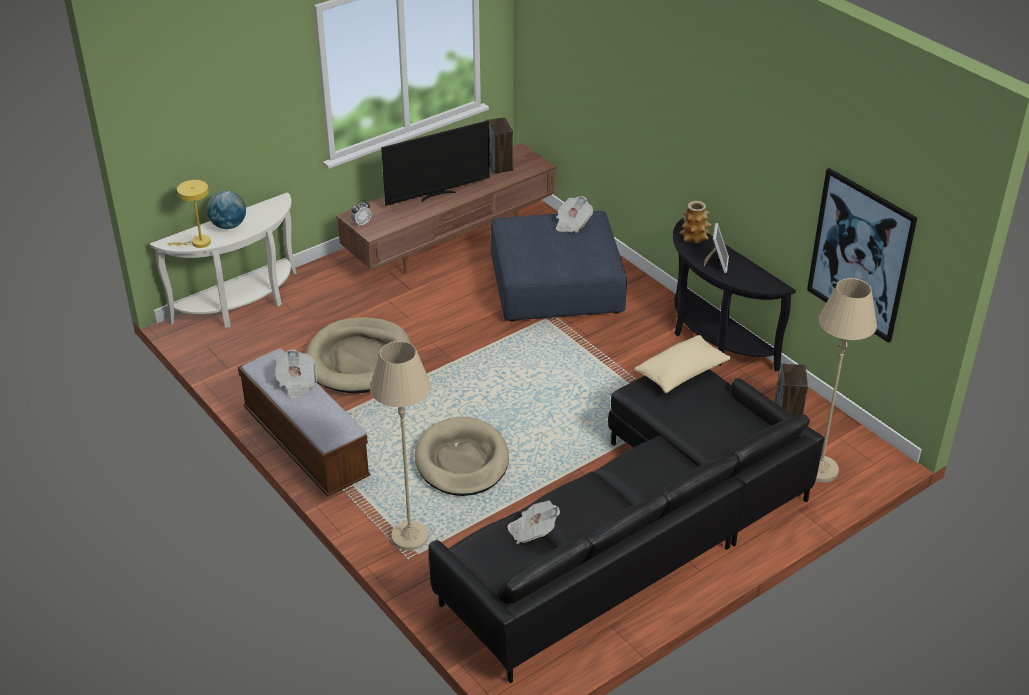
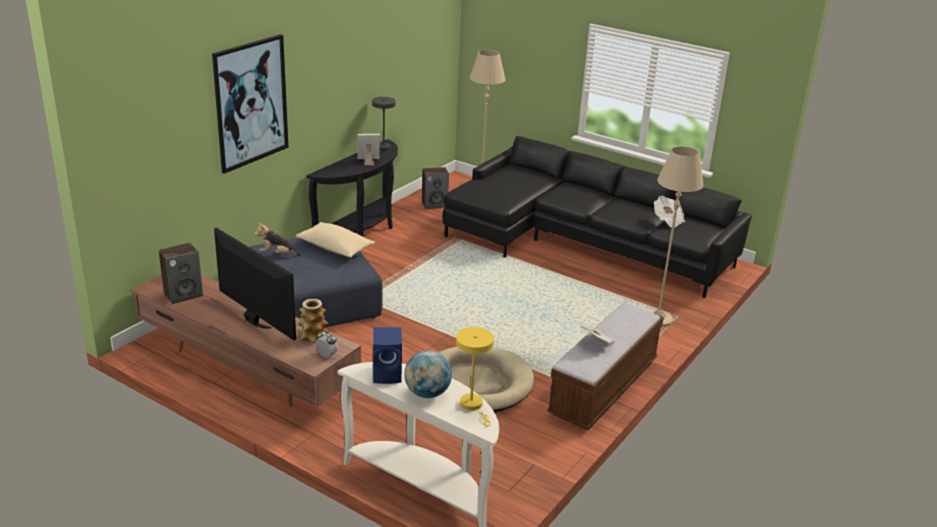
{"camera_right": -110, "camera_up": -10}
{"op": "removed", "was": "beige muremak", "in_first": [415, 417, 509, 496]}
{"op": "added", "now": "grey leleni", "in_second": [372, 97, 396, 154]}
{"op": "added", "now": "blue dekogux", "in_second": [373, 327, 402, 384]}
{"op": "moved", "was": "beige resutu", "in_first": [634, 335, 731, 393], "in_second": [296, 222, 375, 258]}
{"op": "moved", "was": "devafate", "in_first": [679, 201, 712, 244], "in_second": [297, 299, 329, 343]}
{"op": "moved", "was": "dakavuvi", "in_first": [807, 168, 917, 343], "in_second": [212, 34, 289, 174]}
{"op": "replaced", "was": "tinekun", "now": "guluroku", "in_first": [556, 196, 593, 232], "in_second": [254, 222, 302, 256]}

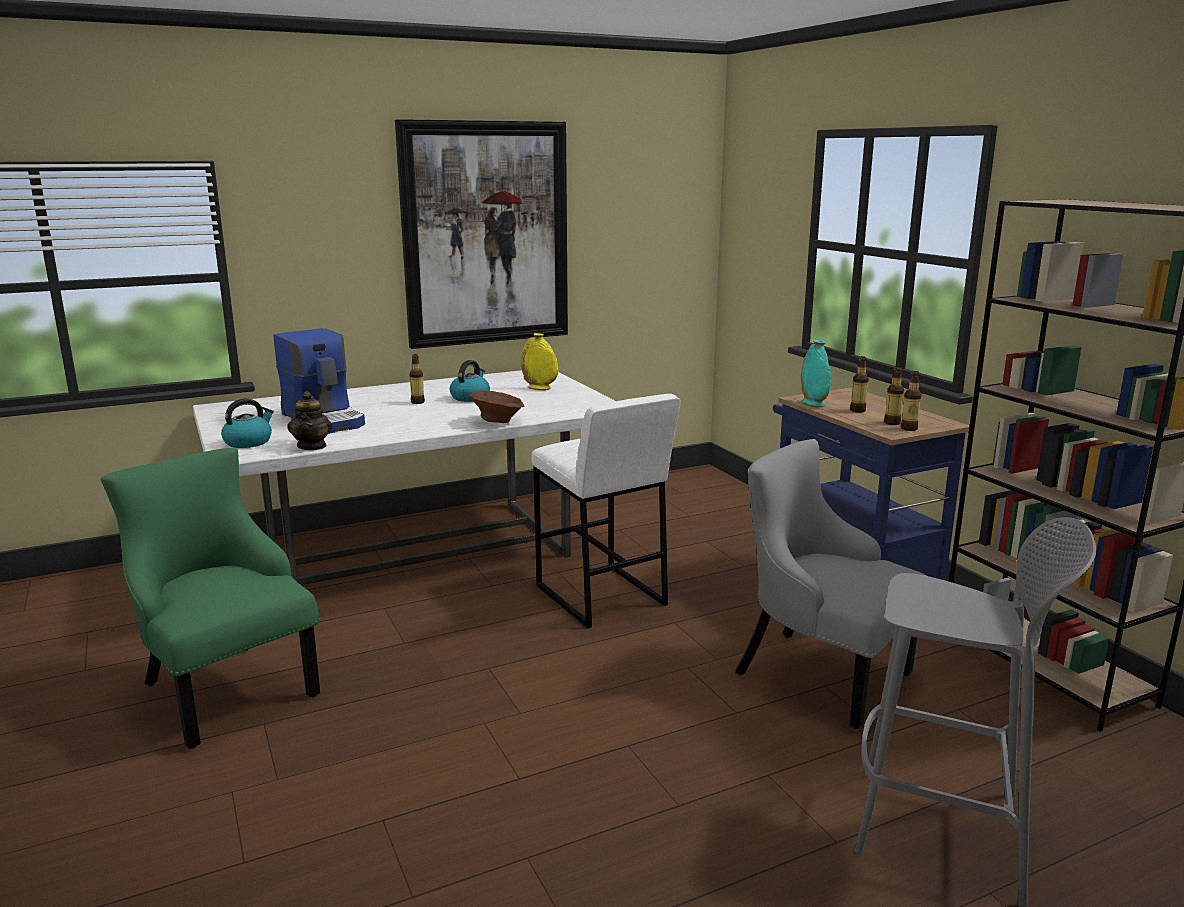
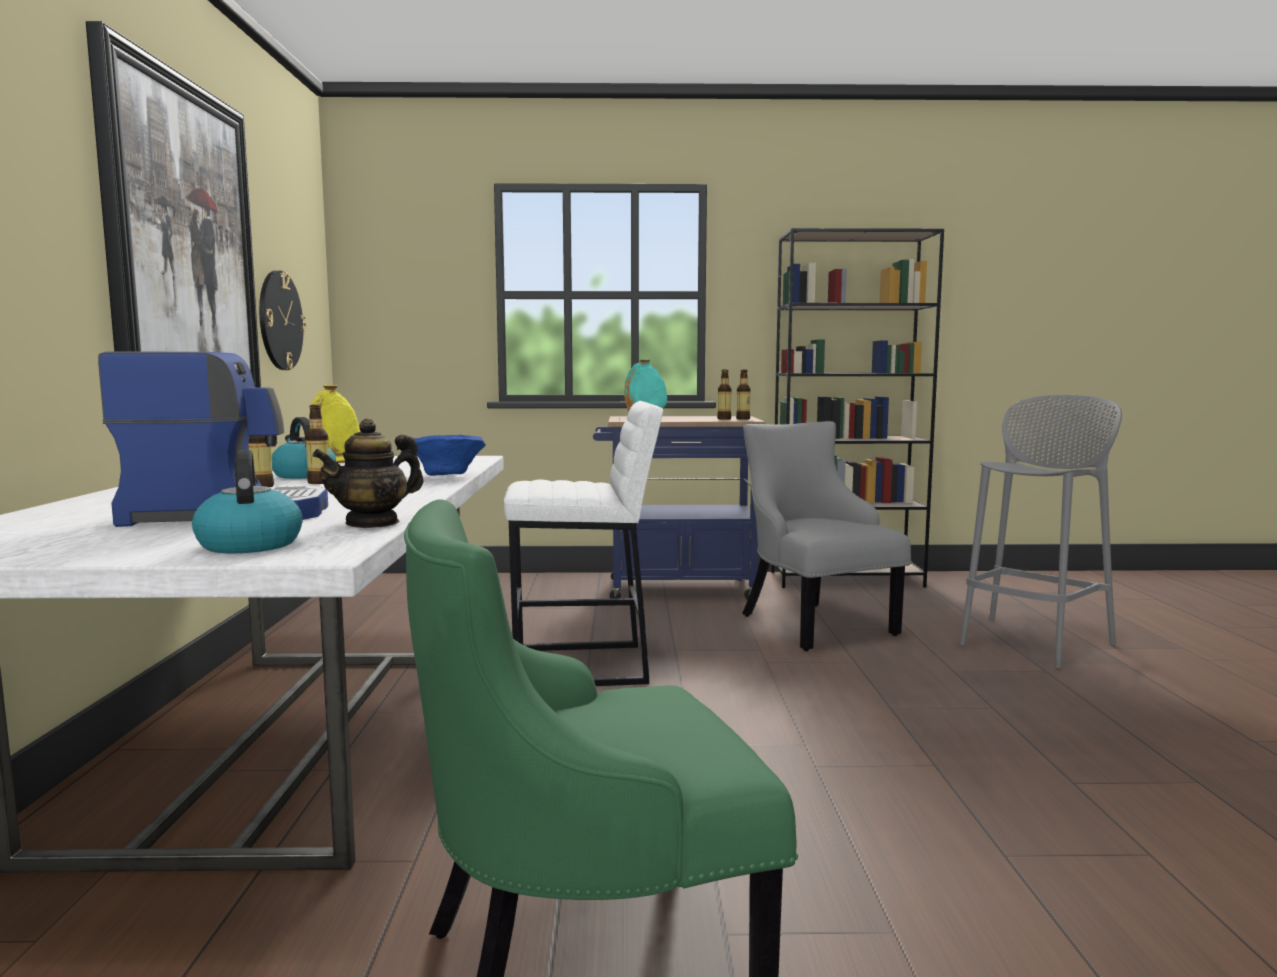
{"camera_right": -65, "camera_up": -10}
{"op": "added", "now": "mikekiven", "in_second": [259, 270, 306, 370]}
{"op": "moved", "was": "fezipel", "in_first": [850, 356, 869, 413], "in_second": [305, 405, 329, 484]}
{"op": "recoloured", "was": "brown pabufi", "now": "blue pabufi", "in_first": [469, 390, 524, 423], "in_second": [414, 435, 486, 476]}
{"op": "turned", "was": "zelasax", "in_first": [287, 391, 332, 450], "in_second": [313, 418, 423, 528], "clockwise": 120}
{"op": "turned", "was": "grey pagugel", "in_first": [735, 439, 926, 729], "in_second": [742, 421, 912, 651], "clockwise": 90}

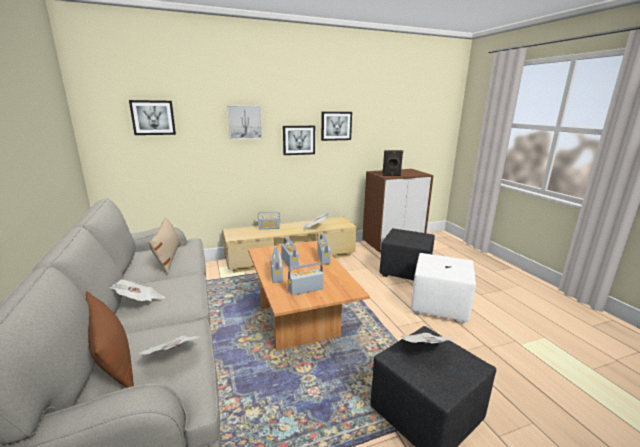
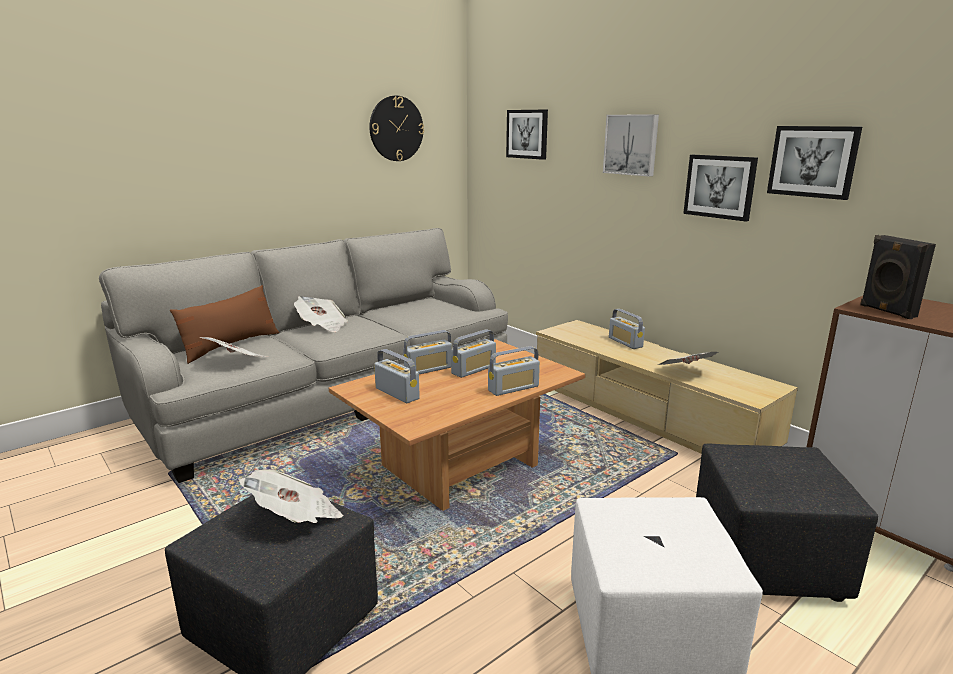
{"camera_right": 70, "camera_up": 0}
{"op": "removed", "was": "beige resutu", "in_first": [149, 217, 181, 274]}
{"op": "added", "now": "mikekiven", "in_second": [369, 96, 424, 161]}

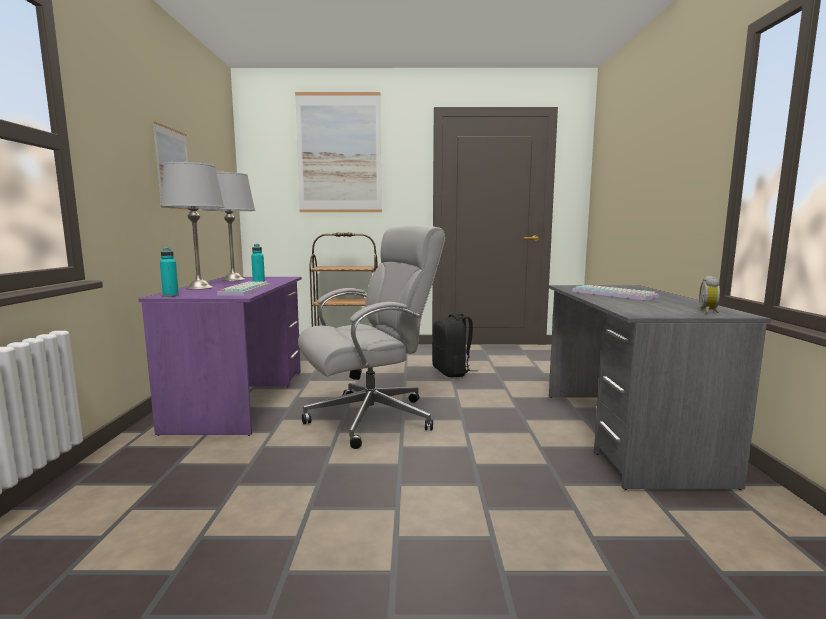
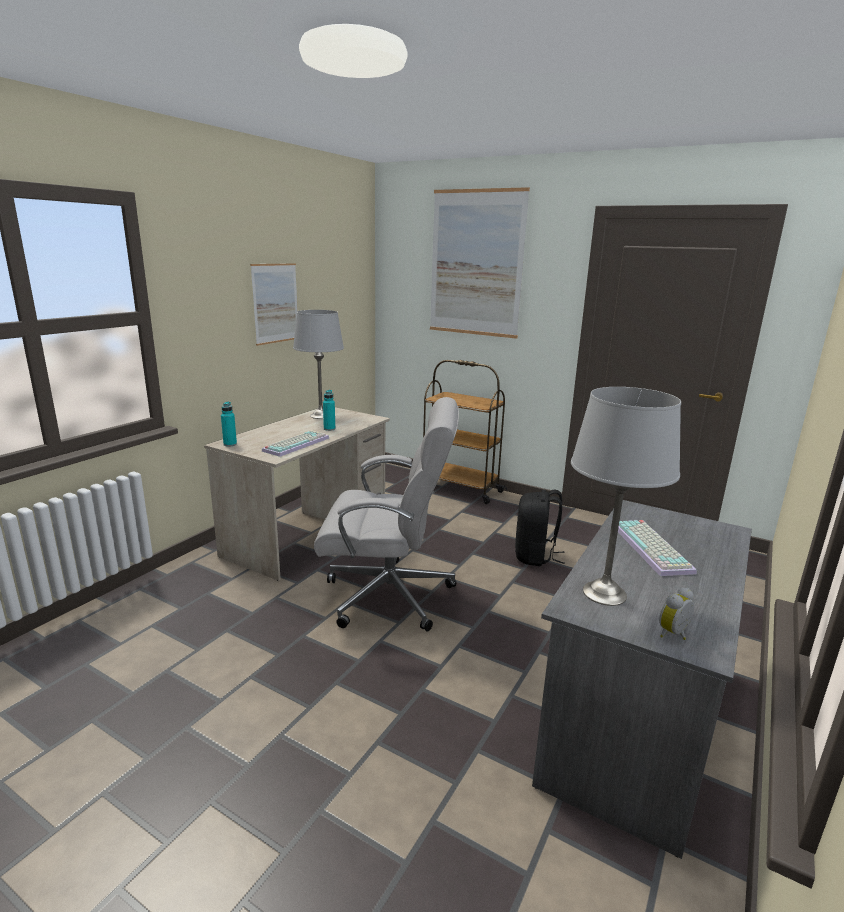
{"camera_right": 30, "camera_up": 10}
{"op": "moved", "was": "grey leleni", "in_first": [160, 162, 224, 290], "in_second": [571, 387, 681, 606]}
{"op": "recoloured", "was": "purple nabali", "now": "beige nabali", "in_first": [139, 277, 302, 436], "in_second": [204, 408, 390, 581]}

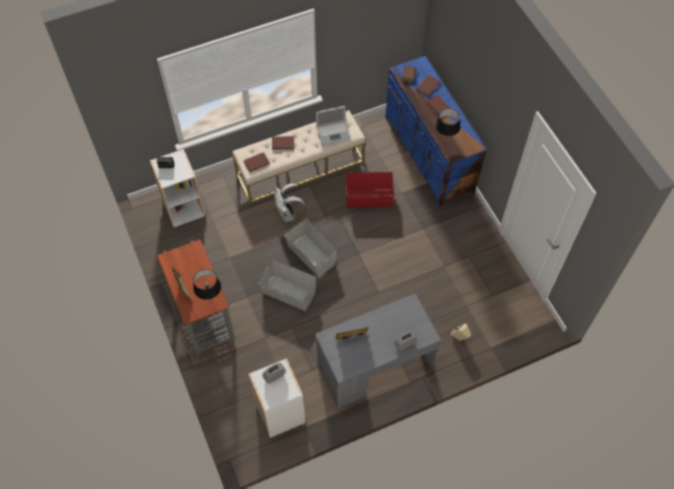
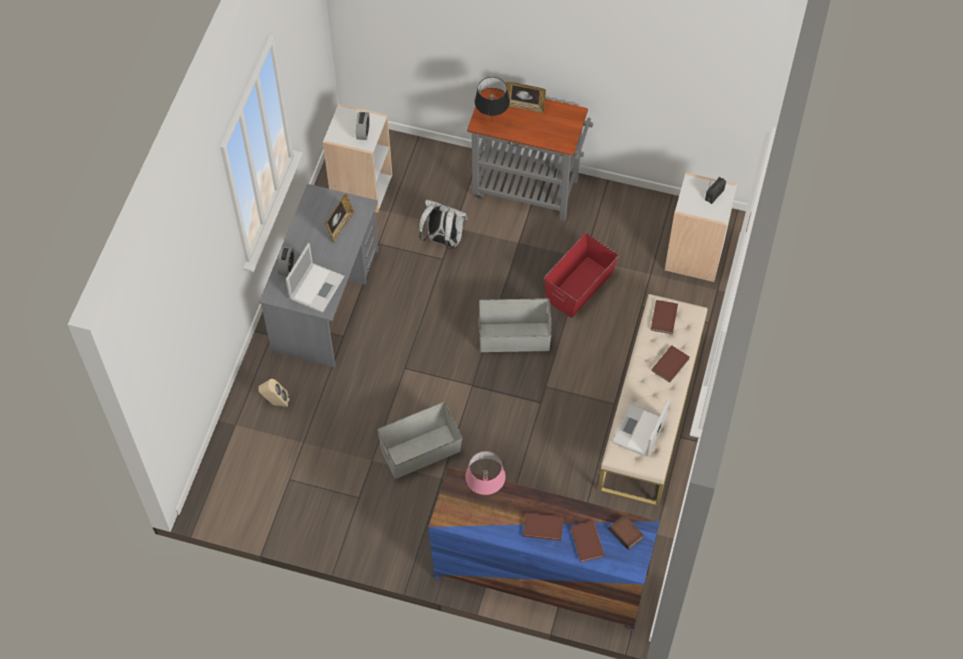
{"camera_right": 130, "camera_up": 0}
{"op": "added", "now": "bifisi", "in_second": [286, 243, 344, 313]}
{"op": "moved", "was": "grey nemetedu", "in_first": [258, 259, 317, 311], "in_second": [377, 402, 462, 479]}
{"op": "moved", "was": "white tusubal", "in_first": [274, 183, 306, 222], "in_second": [419, 200, 468, 249]}
{"op": "moved", "was": "red nemetedu", "in_first": [345, 172, 394, 208], "in_second": [544, 233, 619, 318]}
{"op": "recoloured", "was": "black leleni", "now": "pink leleni", "in_first": [436, 108, 461, 140], "in_second": [466, 451, 506, 495]}

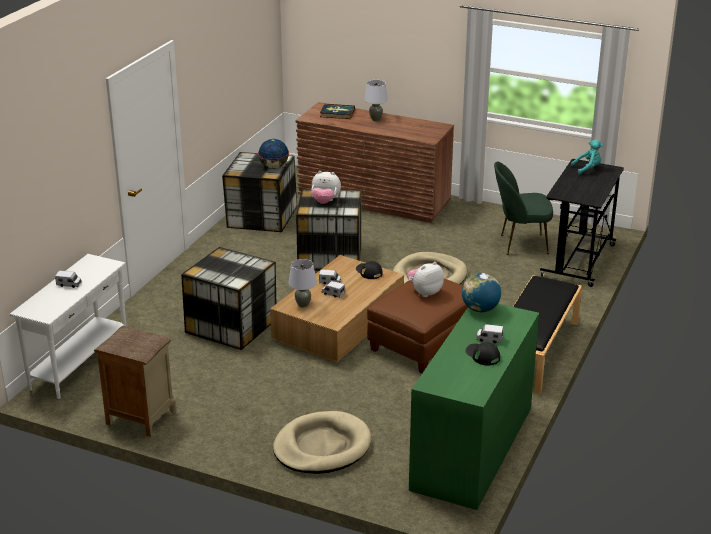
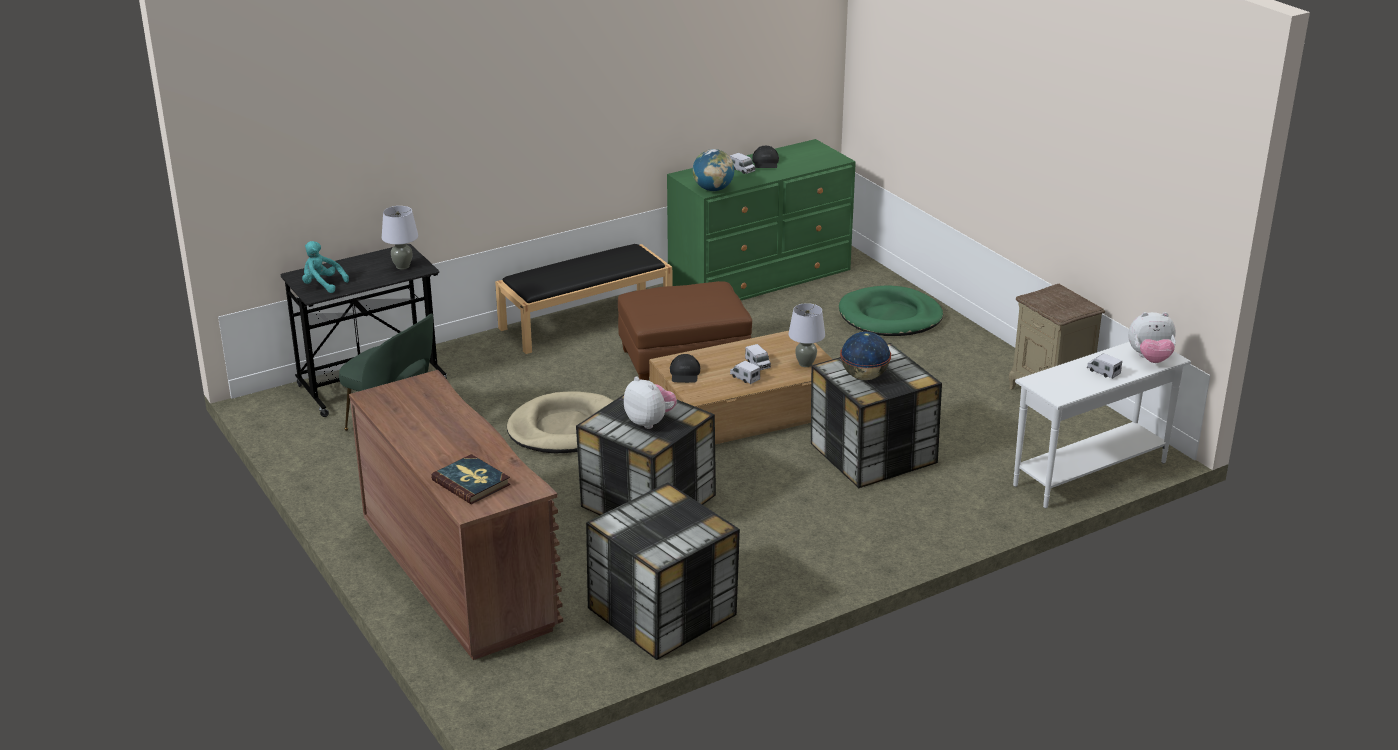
{"camera_right": -145, "camera_up": 0}
{"op": "moved", "was": "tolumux", "in_first": [258, 139, 289, 169], "in_second": [840, 332, 891, 380]}
{"op": "moved", "was": "grey leleni", "in_first": [364, 80, 388, 121], "in_second": [382, 206, 418, 270]}
{"op": "moved", "was": "guluroku", "in_first": [407, 262, 444, 297], "in_second": [1128, 312, 1176, 363]}
{"op": "recoloured", "was": "beige muremak", "now": "green muremak", "in_first": [273, 411, 371, 474], "in_second": [839, 285, 943, 336]}

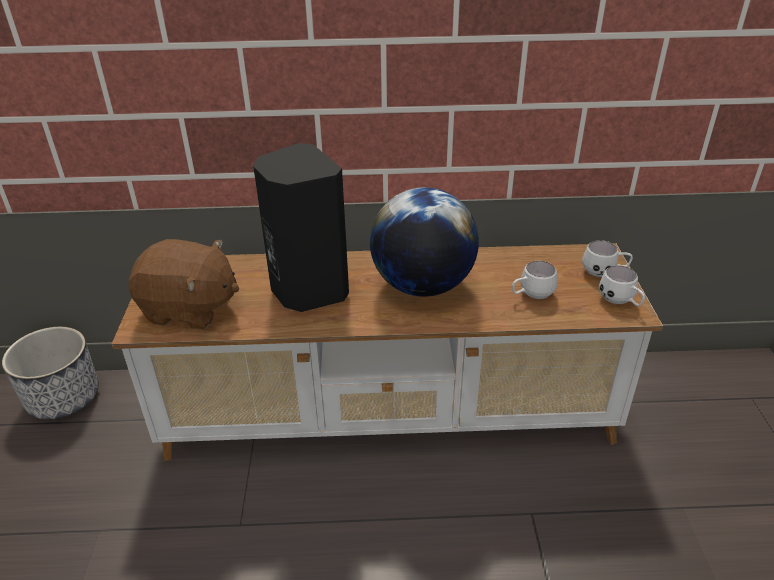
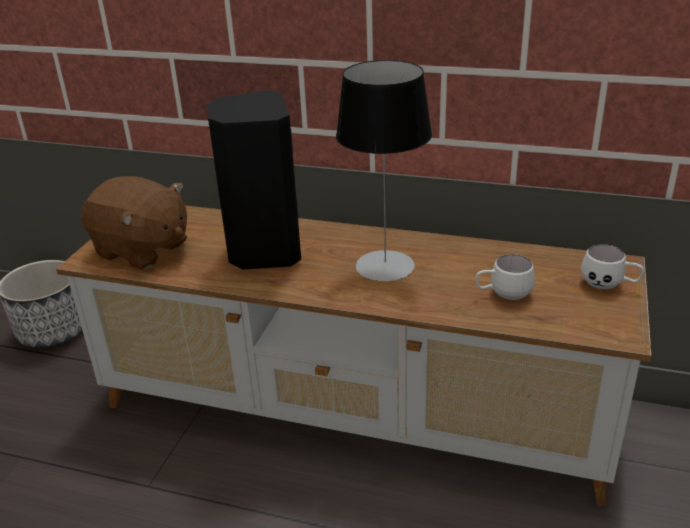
{"camera_right": 20, "camera_up": -5}
{"op": "removed", "was": "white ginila", "in_first": [599, 265, 645, 306]}
{"op": "replaced", "was": "tolumux", "now": "leleni", "in_first": [370, 187, 479, 297], "in_second": [336, 60, 432, 282]}

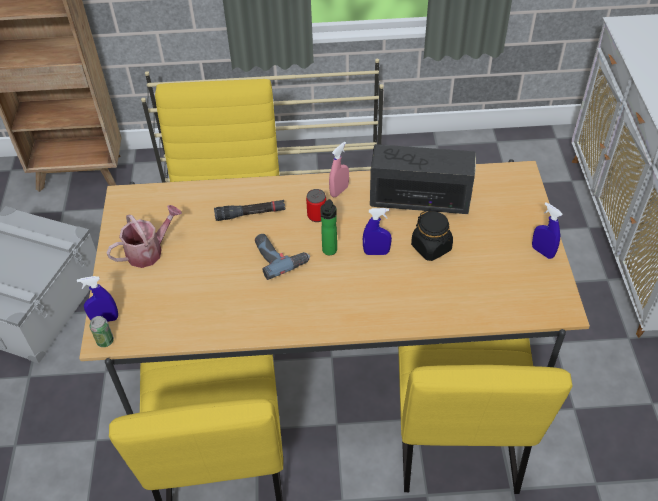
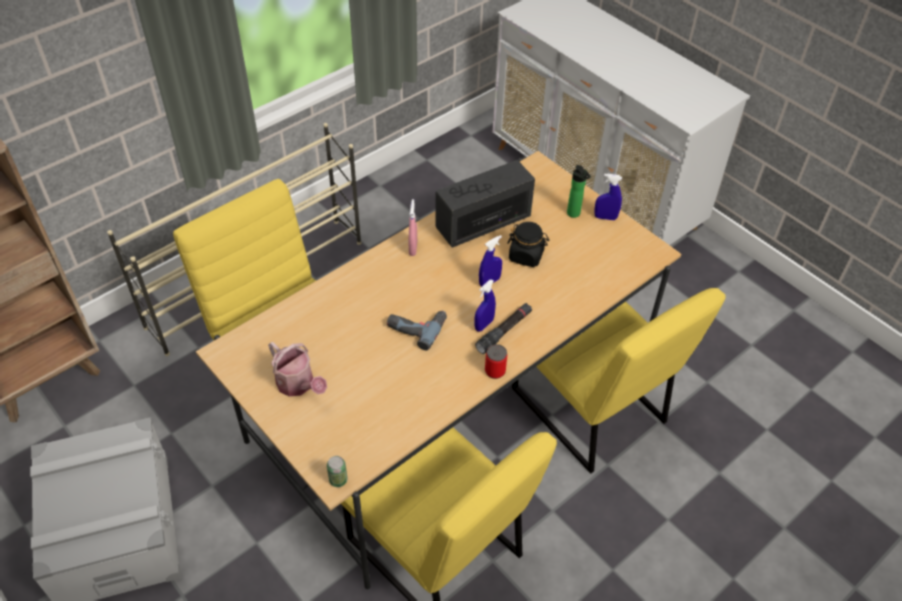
{"camera_right": -40, "camera_up": 0}
{"op": "moved", "was": "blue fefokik", "in_first": [77, 276, 118, 322], "in_second": [474, 279, 496, 332]}
{"op": "moved", "was": "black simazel", "in_first": [214, 200, 285, 221], "in_second": [475, 303, 532, 354]}
{"op": "moved", "was": "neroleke", "in_first": [306, 189, 326, 222], "in_second": [485, 344, 507, 379]}
{"op": "moved", "was": "fezipel", "in_first": [320, 199, 337, 255], "in_second": [567, 165, 591, 218]}
{"op": "turned", "was": "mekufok", "in_first": [106, 205, 182, 268], "in_second": [268, 342, 327, 397], "clockwise": 120}

